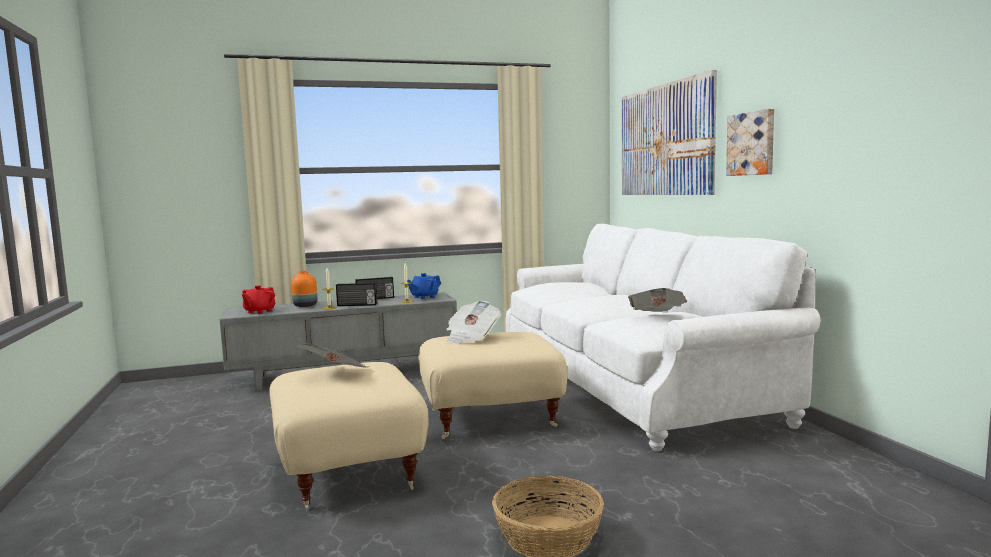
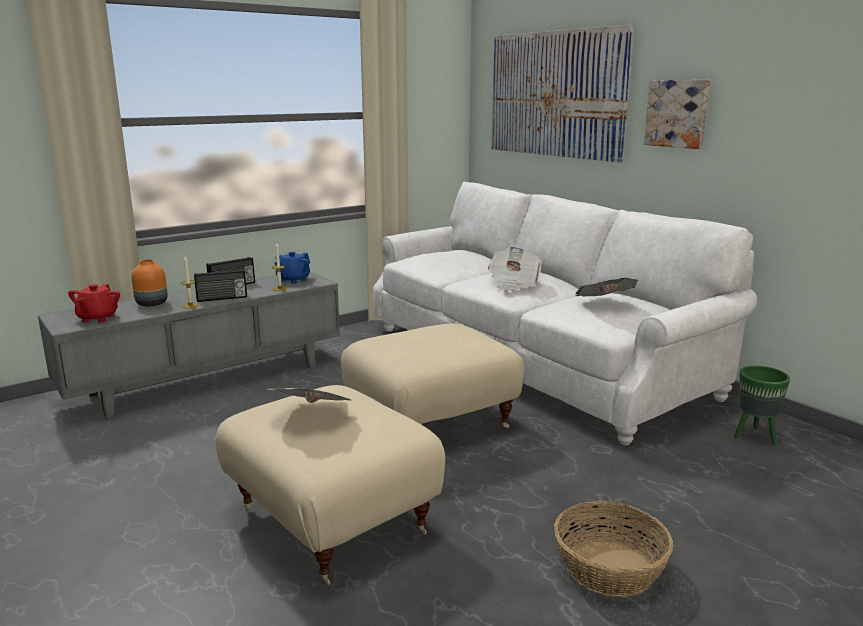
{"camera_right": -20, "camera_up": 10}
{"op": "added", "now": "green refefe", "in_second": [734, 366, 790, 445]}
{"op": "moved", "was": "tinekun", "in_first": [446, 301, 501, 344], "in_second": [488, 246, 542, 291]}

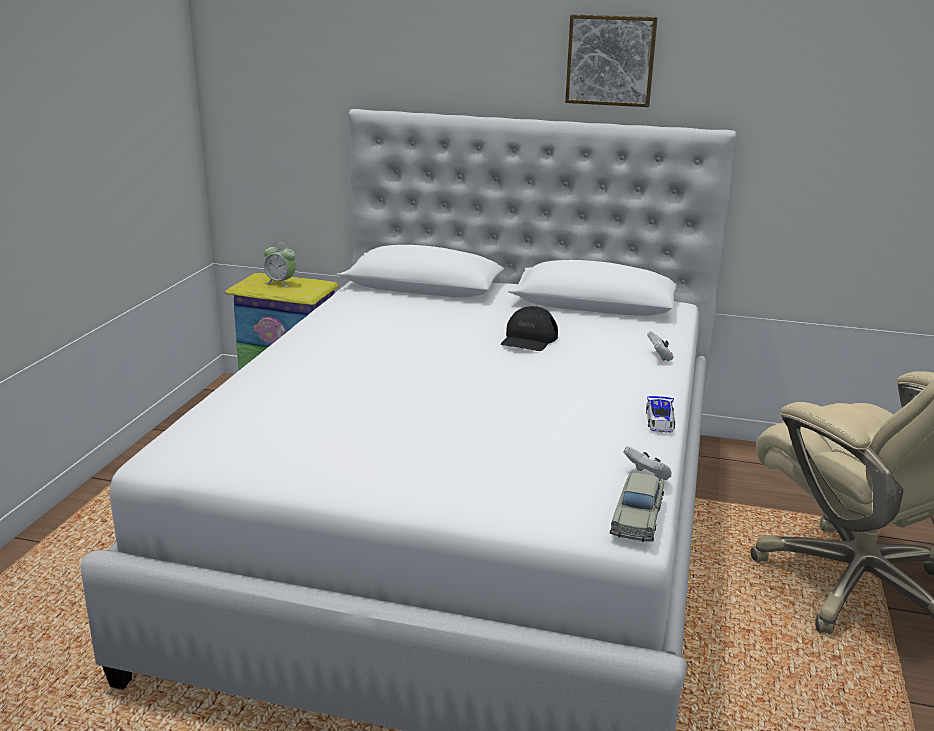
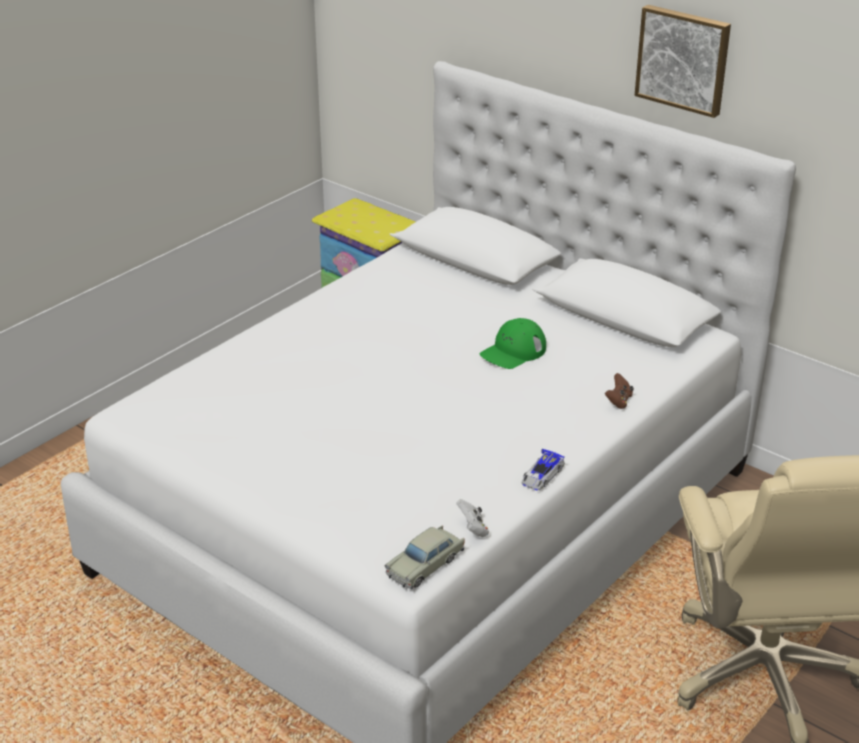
{"camera_right": 25, "camera_up": 10}
{"op": "removed", "was": "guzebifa", "in_first": [264, 242, 296, 287]}
{"op": "recoloured", "was": "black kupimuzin", "now": "green kupimuzin", "in_first": [501, 306, 558, 351], "in_second": [480, 318, 546, 369]}
{"op": "recoloured", "was": "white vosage", "now": "brown vosage", "in_first": [647, 331, 673, 361], "in_second": [605, 373, 634, 409]}

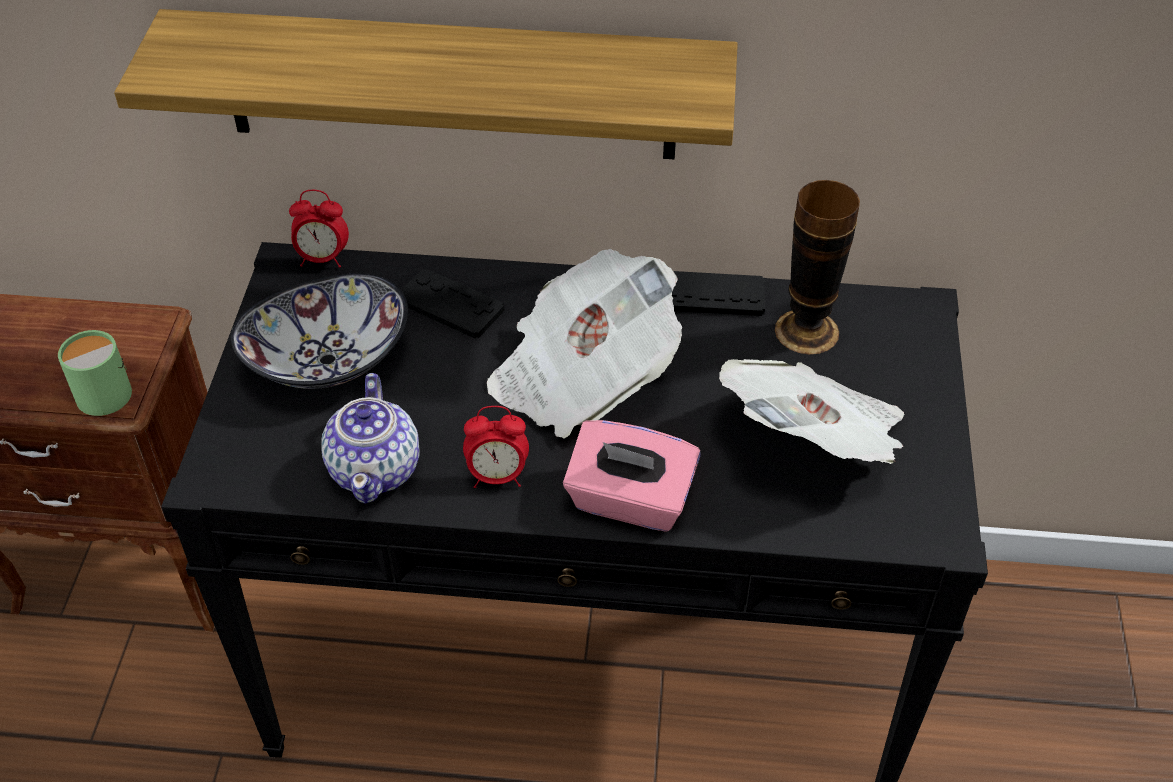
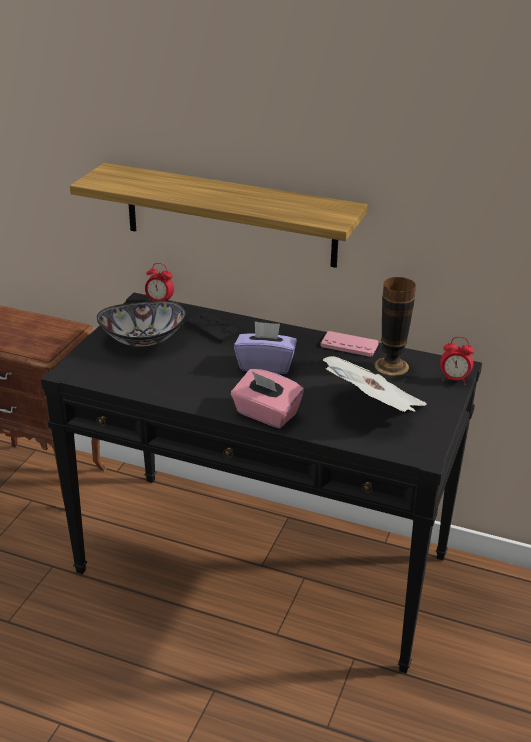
{"camera_right": 15, "camera_up": -15}
{"op": "removed", "was": "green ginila", "in_first": [58, 330, 132, 416]}
{"op": "removed", "was": "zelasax", "in_first": [322, 373, 420, 504]}
{"op": "moved", "was": "guzebifa", "in_first": [463, 406, 529, 488], "in_second": [440, 337, 474, 385]}
{"op": "replaced", "was": "tinekun", "now": "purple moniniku", "in_first": [487, 249, 682, 439], "in_second": [234, 321, 297, 374]}
{"op": "recoloured", "was": "black vosage", "now": "pink vosage", "in_first": [672, 271, 765, 316], "in_second": [320, 331, 379, 357]}

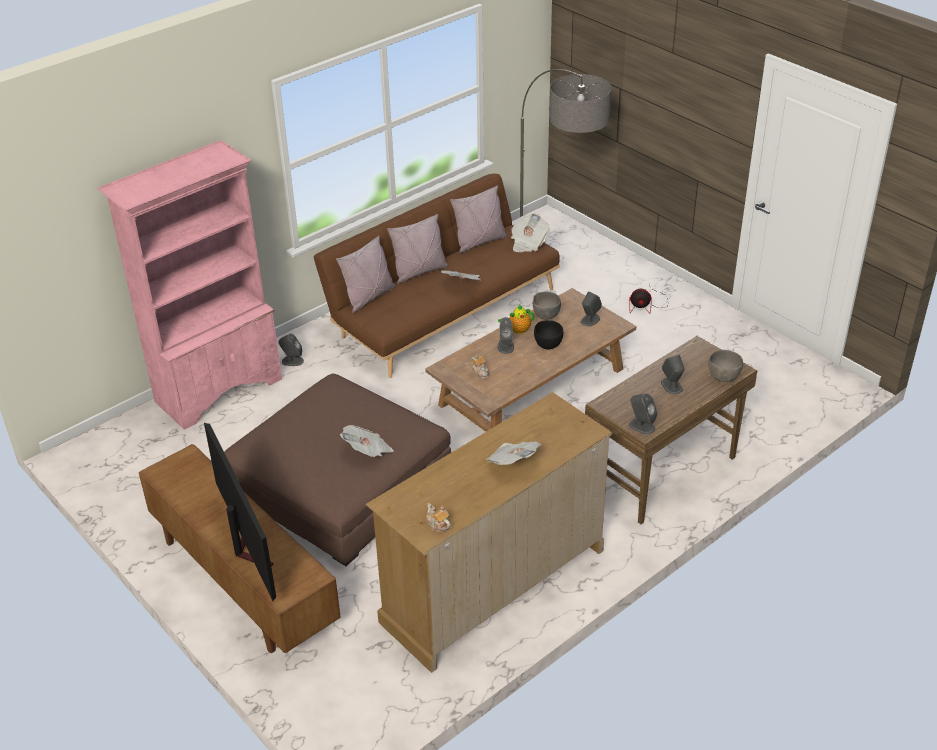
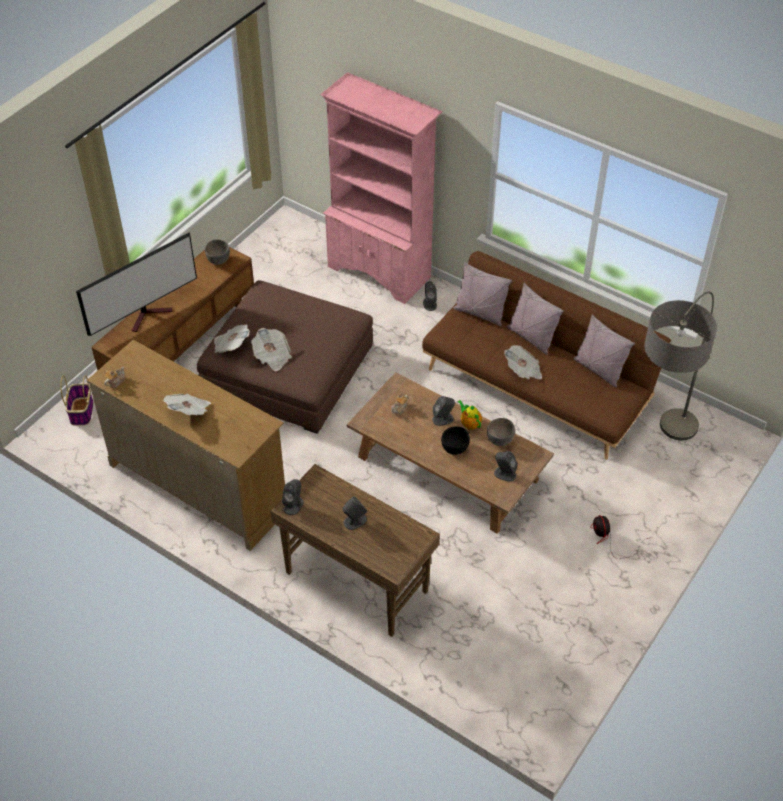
{"camera_right": 75, "camera_up": 10}
{"op": "added", "now": "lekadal", "in_second": [60, 375, 93, 426]}
{"op": "moved", "was": "tinekun", "in_first": [511, 213, 550, 252], "in_second": [214, 324, 250, 353]}
{"op": "moved", "was": "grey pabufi", "in_first": [708, 350, 743, 382], "in_second": [205, 240, 230, 265]}

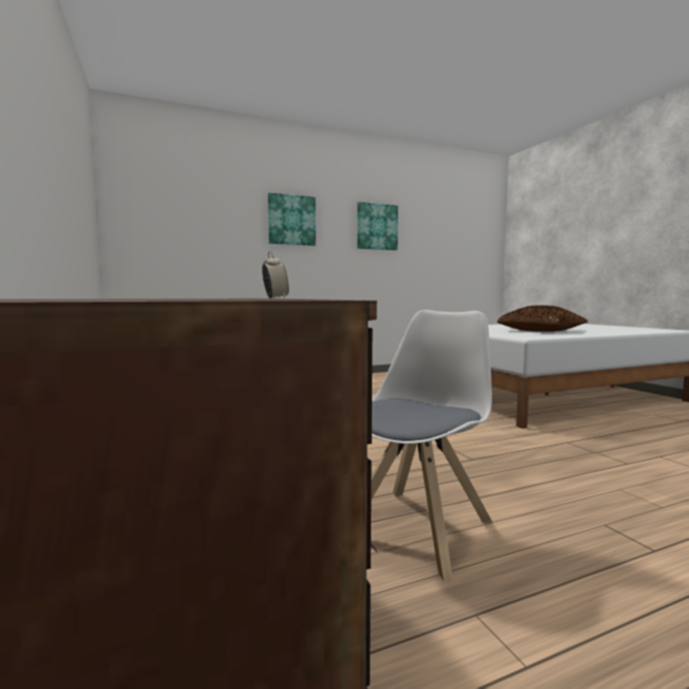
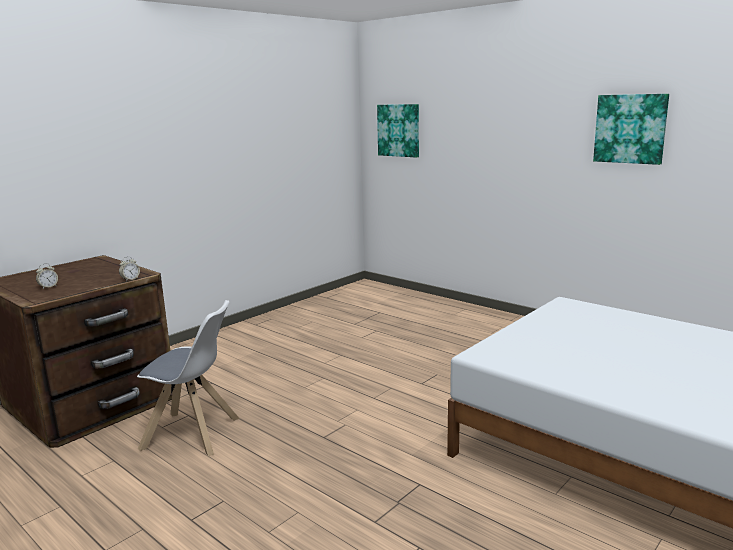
{"camera_right": 65, "camera_up": 10}
{"op": "removed", "was": "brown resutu", "in_first": [497, 305, 588, 332]}
{"op": "added", "now": "guzebifa", "in_second": [36, 263, 58, 289]}
{"op": "moved", "was": "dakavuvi", "in_first": [268, 193, 316, 246], "in_second": [377, 104, 419, 158]}

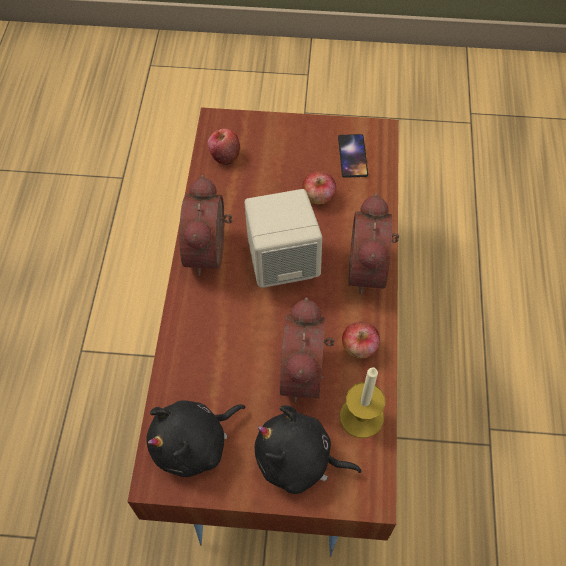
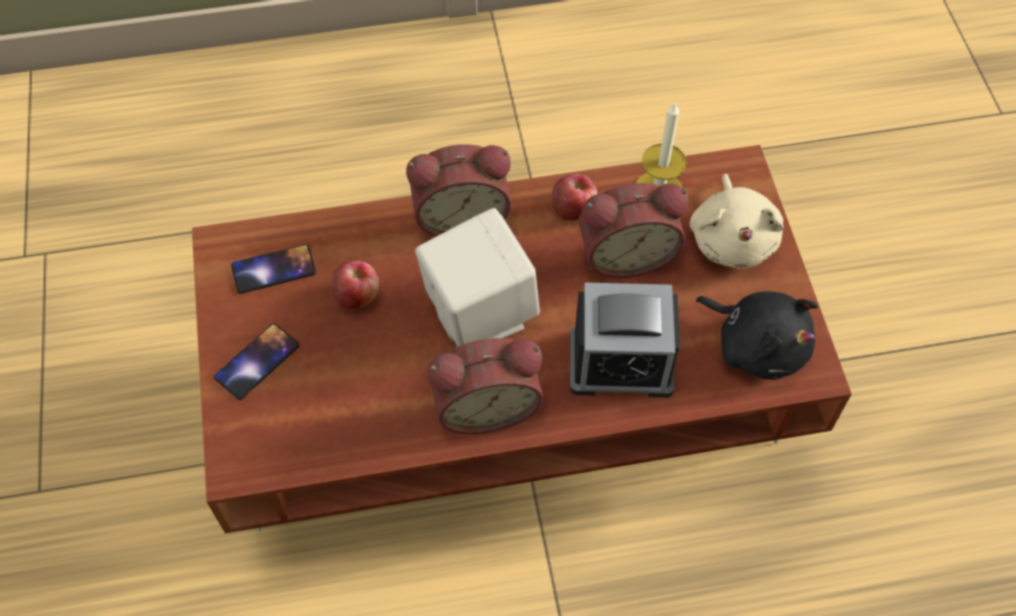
{"camera_right": -105, "camera_up": 0}
{"op": "removed", "was": "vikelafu", "in_first": [208, 129, 240, 165]}
{"op": "added", "now": "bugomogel", "in_second": [214, 323, 300, 400]}
{"op": "added", "now": "guzebifa", "in_second": [570, 283, 680, 398]}
{"op": "recoloured", "was": "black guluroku", "now": "beige guluroku", "in_first": [255, 406, 362, 494], "in_second": [690, 174, 784, 269]}

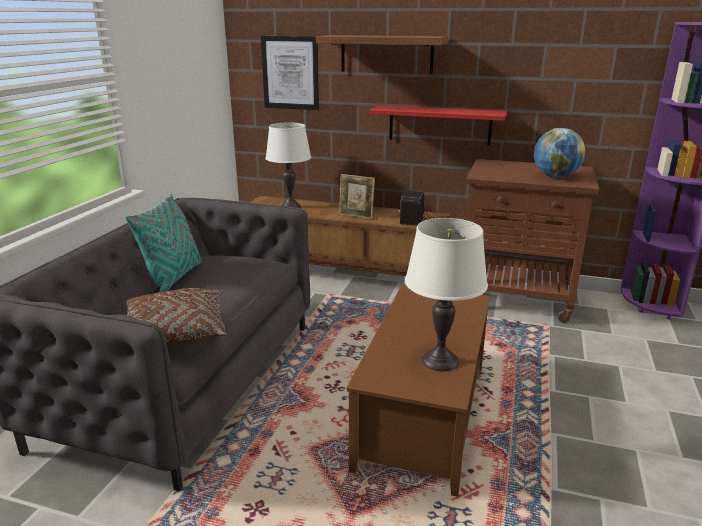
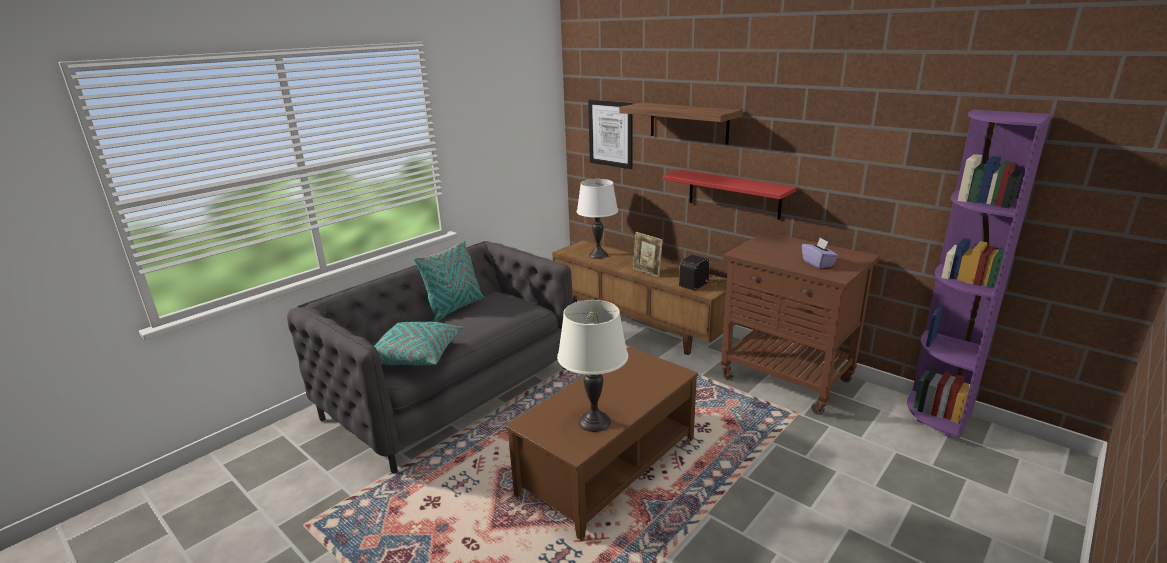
{"camera_right": 25, "camera_up": 0}
{"op": "replaced", "was": "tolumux", "now": "purple moniniku", "in_first": [534, 128, 586, 178], "in_second": [802, 238, 838, 269]}
{"op": "recoloured", "was": "brown resutu", "now": "turquoise resutu", "in_first": [126, 288, 227, 347], "in_second": [374, 322, 464, 366]}

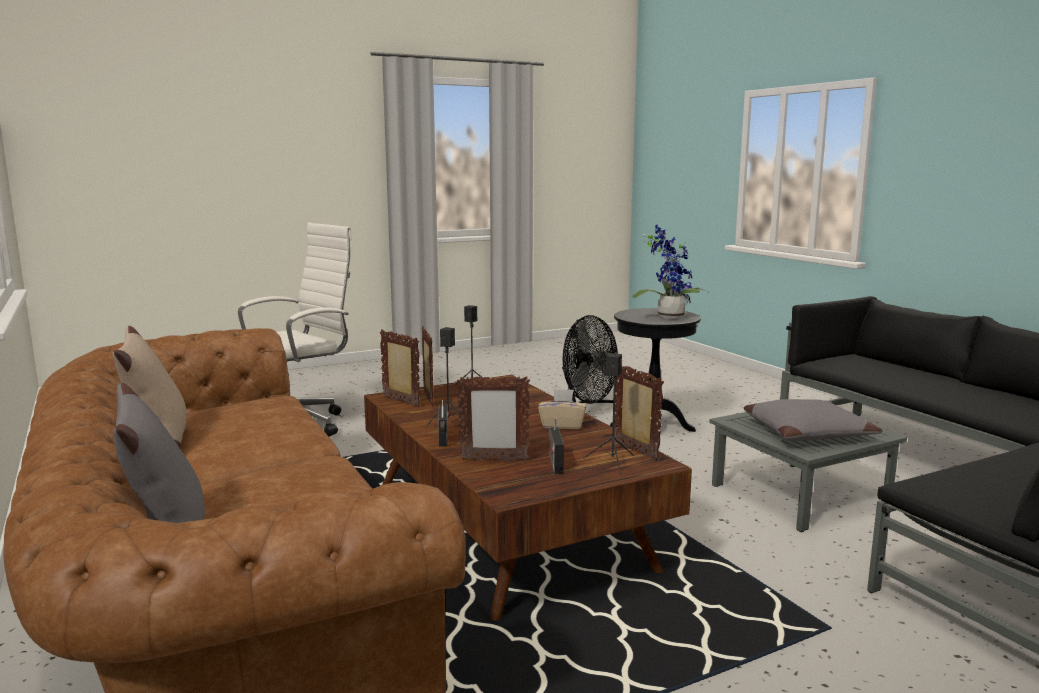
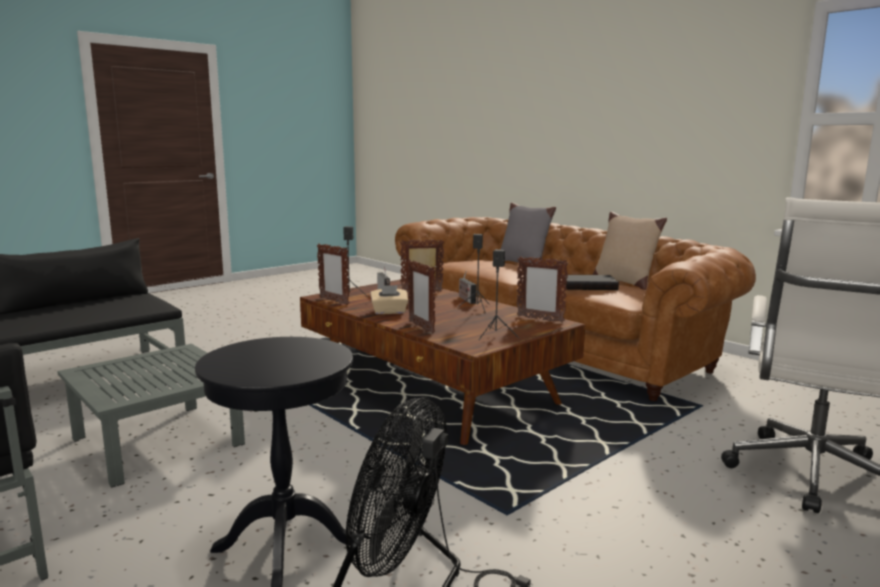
{"camera_right": 165, "camera_up": 0}
{"op": "removed", "was": "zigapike", "in_first": [632, 225, 708, 319]}
{"op": "removed", "was": "grey resutu", "in_first": [744, 399, 882, 441]}
{"op": "added", "now": "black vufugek", "in_second": [561, 275, 619, 290]}
{"op": "moved", "was": "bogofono", "in_first": [422, 326, 434, 406], "in_second": [408, 260, 436, 334]}

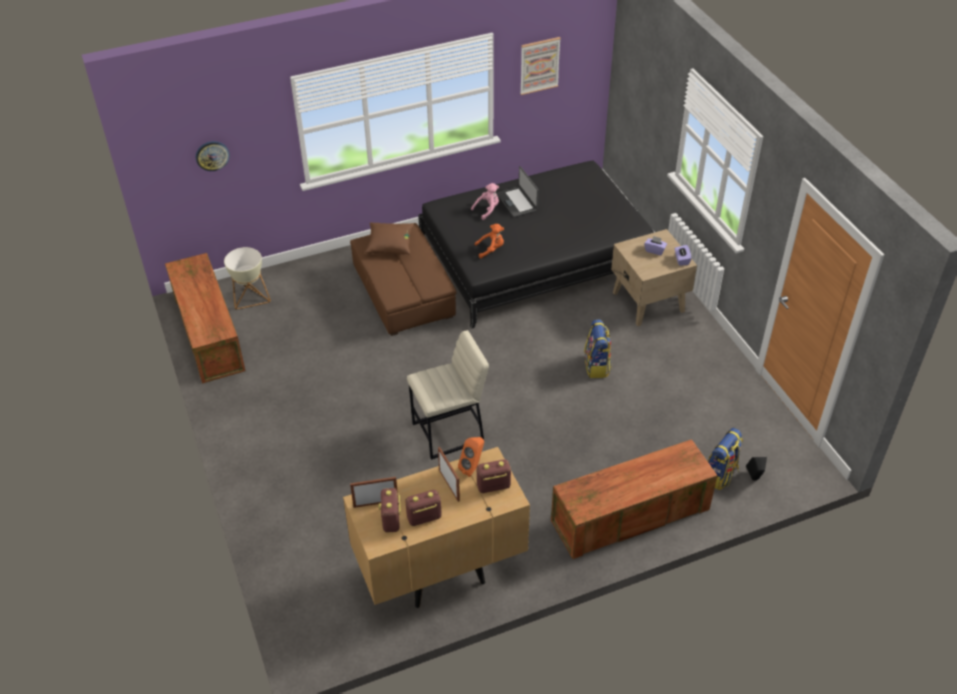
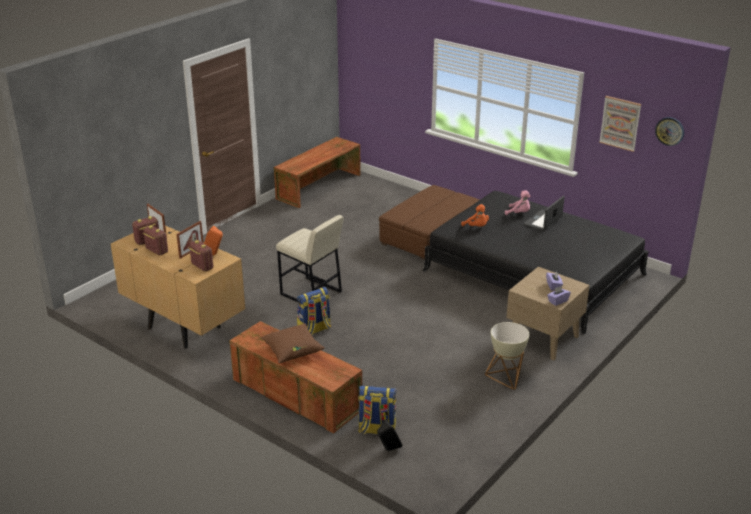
{"camera_right": 60, "camera_up": -15}
{"op": "moved", "was": "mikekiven", "in_first": [196, 141, 230, 171], "in_second": [655, 117, 684, 146]}
{"op": "moved", "was": "refefe", "in_first": [224, 247, 271, 310], "in_second": [485, 322, 529, 390]}
{"op": "moved", "was": "brown resutu", "in_first": [365, 222, 414, 254], "in_second": [261, 323, 325, 364]}
{"op": "moved", "was": "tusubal", "in_first": [584, 319, 611, 378], "in_second": [297, 287, 331, 335]}

